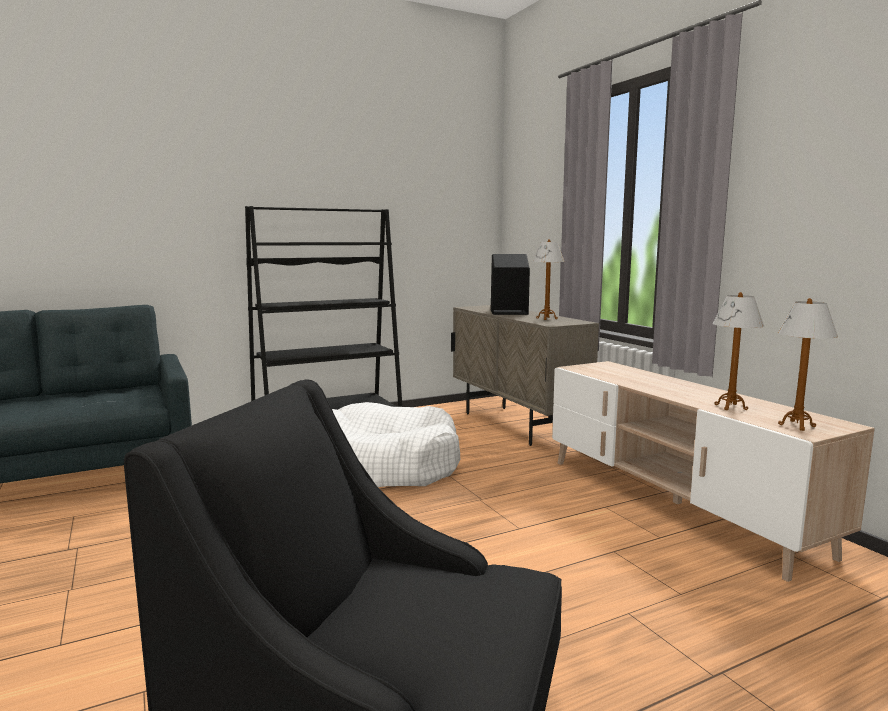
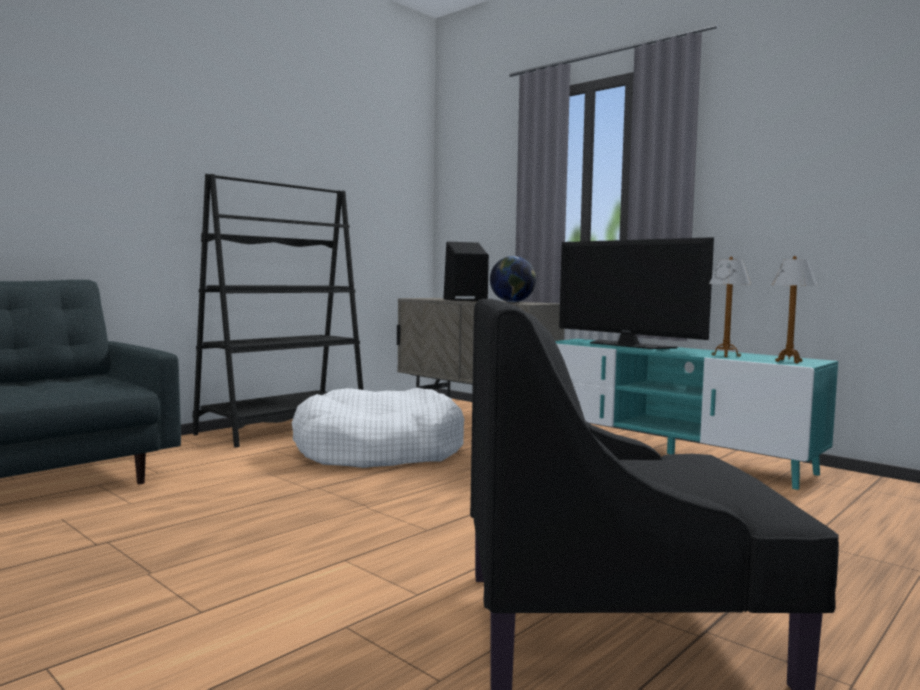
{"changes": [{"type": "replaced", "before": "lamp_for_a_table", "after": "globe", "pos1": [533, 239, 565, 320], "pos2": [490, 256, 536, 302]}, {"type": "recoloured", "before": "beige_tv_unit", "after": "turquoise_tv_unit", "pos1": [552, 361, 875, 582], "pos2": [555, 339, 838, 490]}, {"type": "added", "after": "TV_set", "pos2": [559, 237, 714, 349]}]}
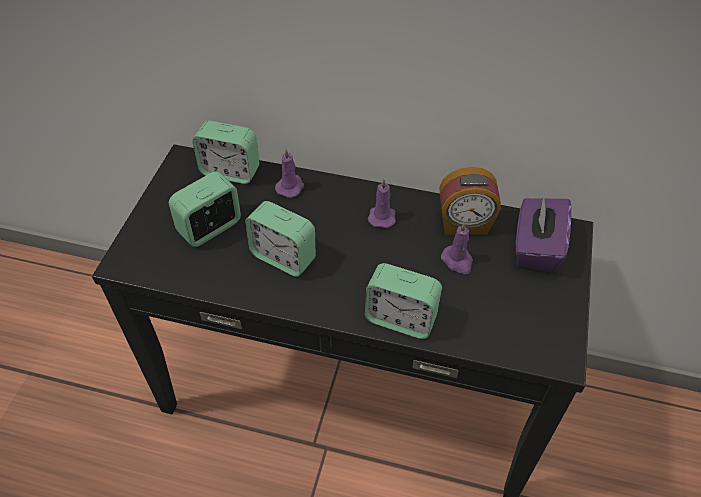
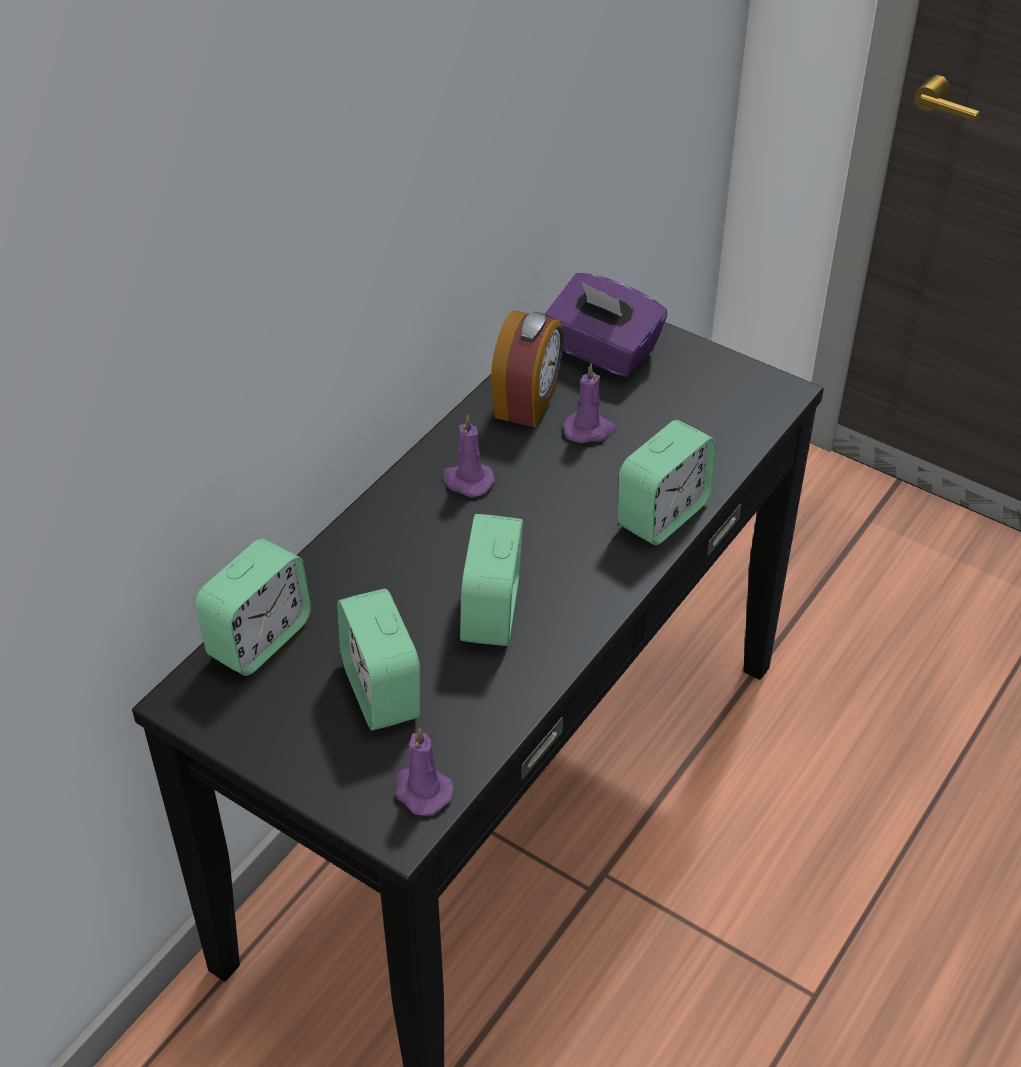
{"changes": [{"type": "moved", "before": "purplish_candle", "pos1": [275, 148, 304, 198], "pos2": [395, 727, 454, 816]}, {"type": "turned", "before": "alarm_clock", "pos1": [245, 201, 316, 277], "pos2": [460, 514, 523, 646], "turn": 135}]}
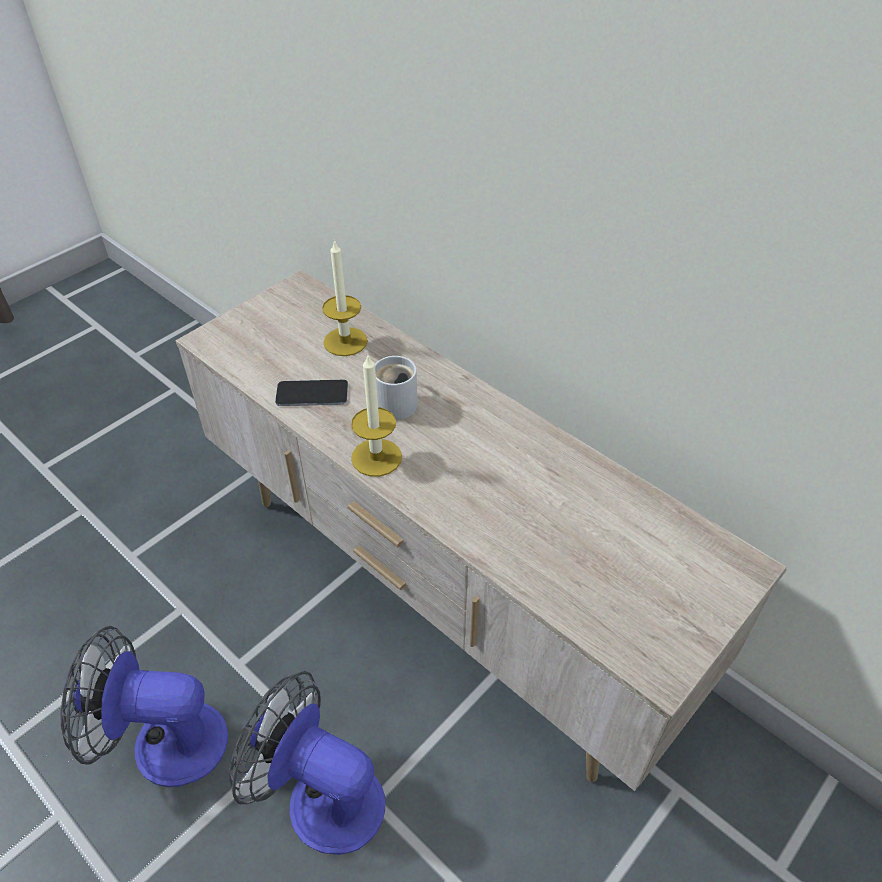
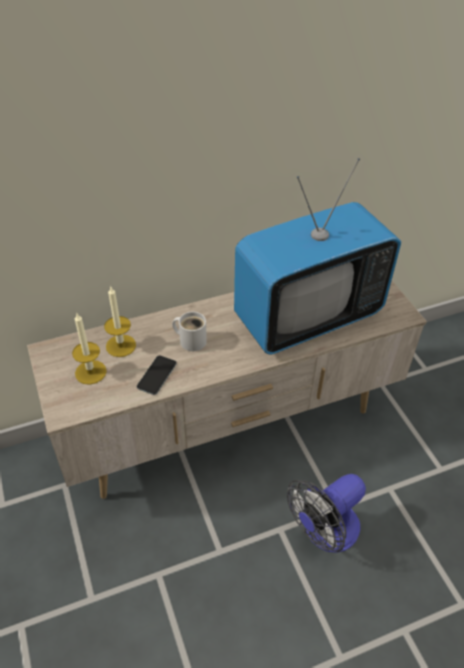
{"changes": [{"type": "moved", "before": "candle", "pos1": [351, 353, 402, 477], "pos2": [72, 312, 107, 385]}, {"type": "removed", "before": "electric_fan", "pos1": [60, 626, 228, 787]}, {"type": "added", "after": "TV_set", "pos2": [234, 158, 401, 354]}]}
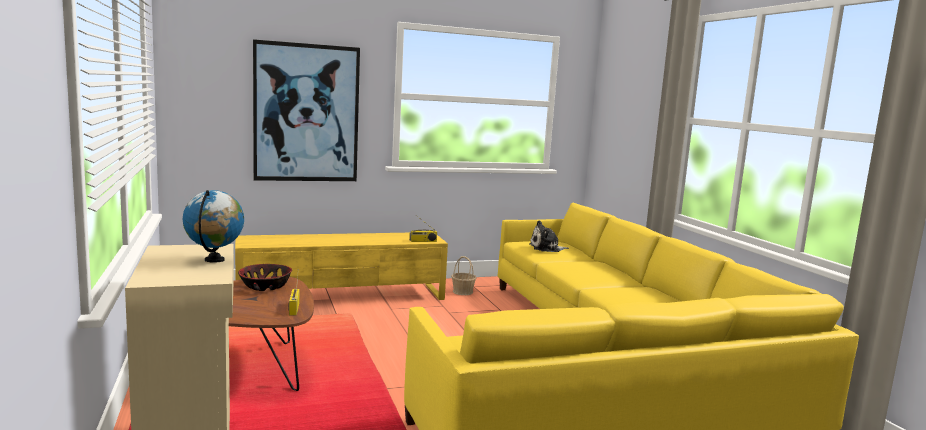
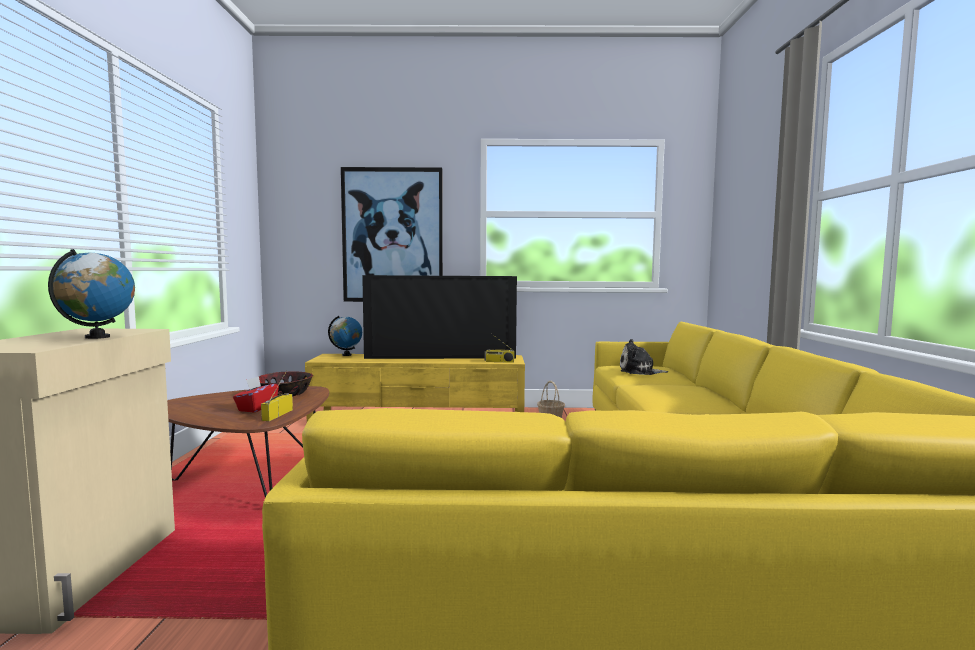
{"changes": [{"type": "added", "after": "TV_set", "pos2": [362, 275, 517, 359]}, {"type": "added", "after": "globe", "pos2": [328, 316, 362, 356]}, {"type": "added", "after": "red_tissue_box", "pos2": [233, 376, 279, 412]}]}
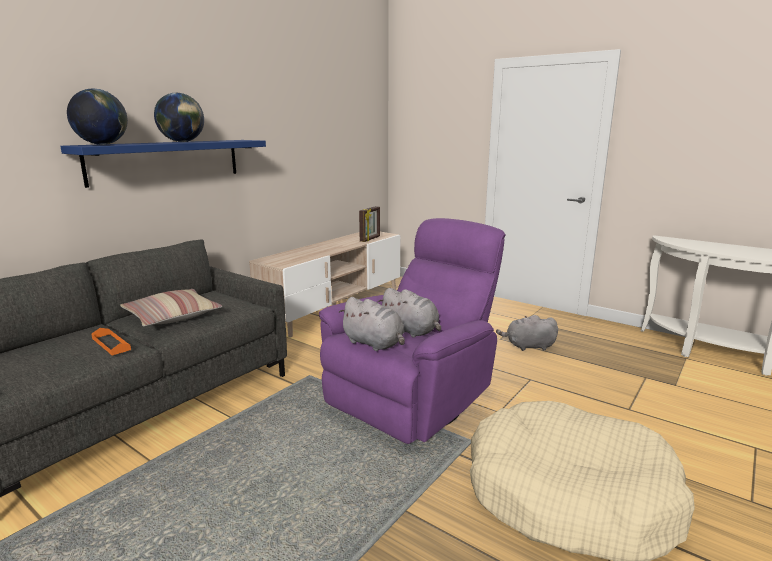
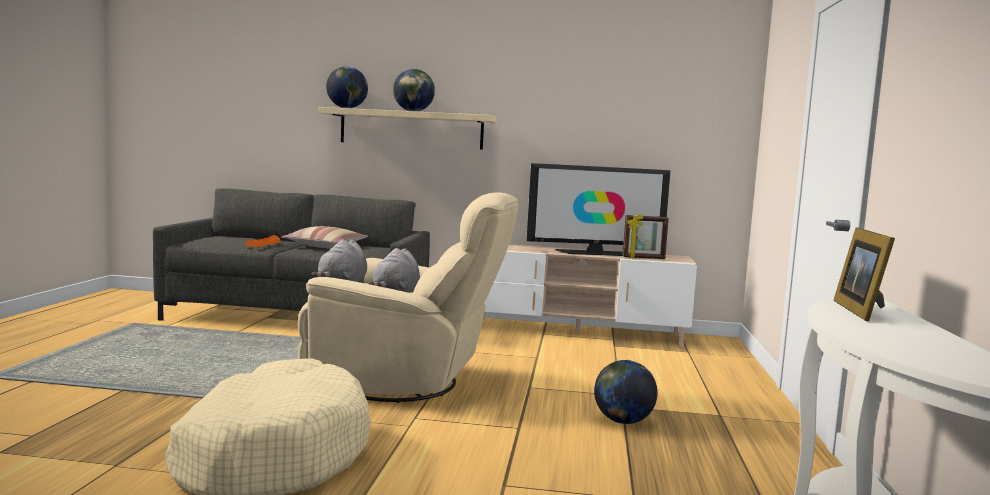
{"changes": [{"type": "recoloured", "before": "blue-coloured_bracket_shelf", "after": "beige_bracket_shelf", "pos1": [60, 140, 266, 188], "pos2": [318, 107, 497, 150]}, {"type": "recoloured", "before": "purplish_lounge_chair", "after": "beige_lounge_chair", "pos1": [319, 218, 506, 444], "pos2": [298, 192, 520, 403]}, {"type": "replaced", "before": "greyish_cuddly_toy", "after": "globe", "pos1": [496, 315, 558, 351], "pos2": [594, 360, 658, 424]}, {"type": "added", "after": "TV_set", "pos2": [526, 163, 670, 256]}, {"type": "added", "after": "picture_frame", "pos2": [833, 227, 895, 322]}]}
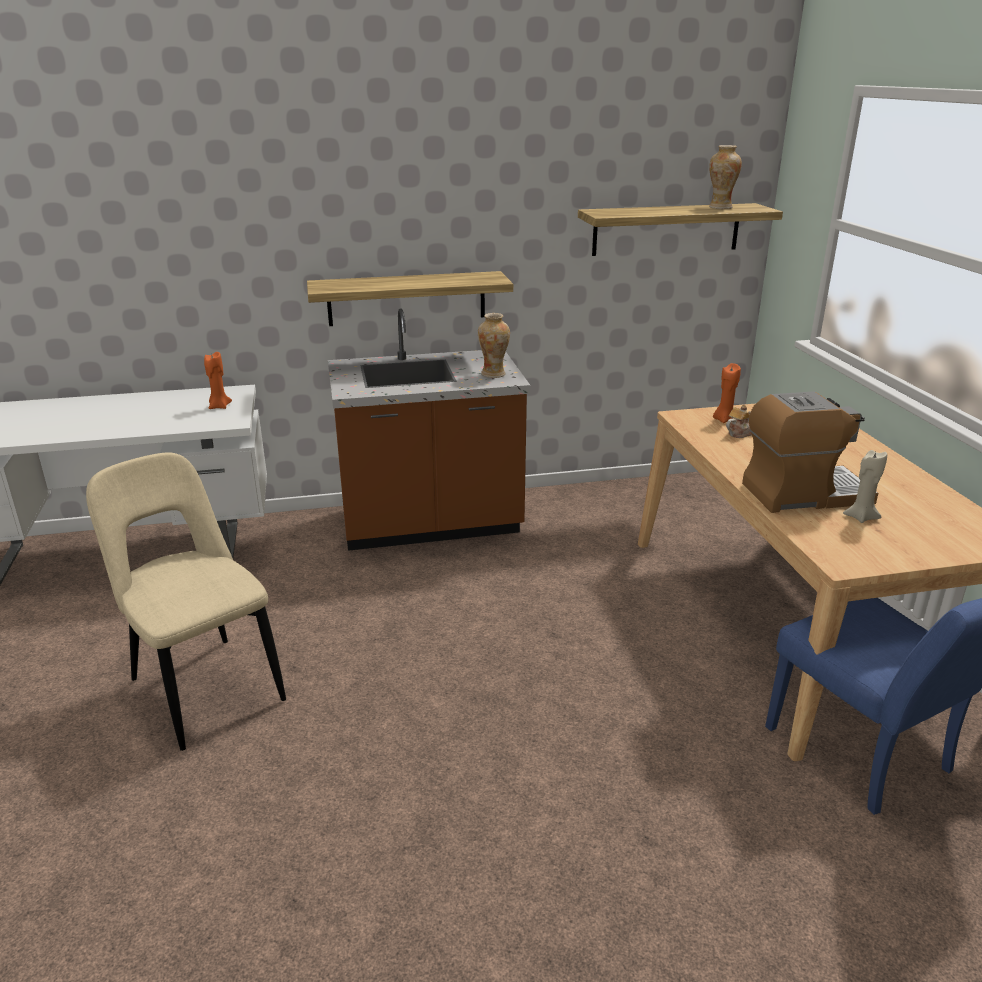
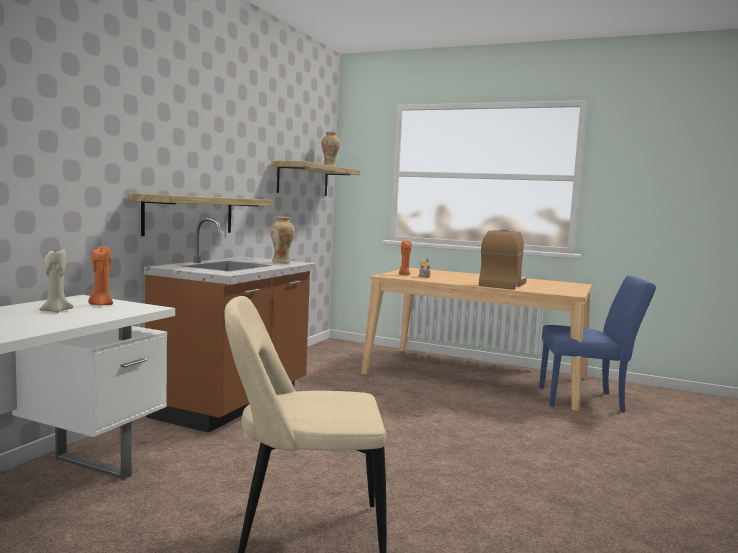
{"changes": [{"type": "moved", "before": "beige_candle", "pos1": [843, 450, 887, 523], "pos2": [39, 249, 73, 313]}]}
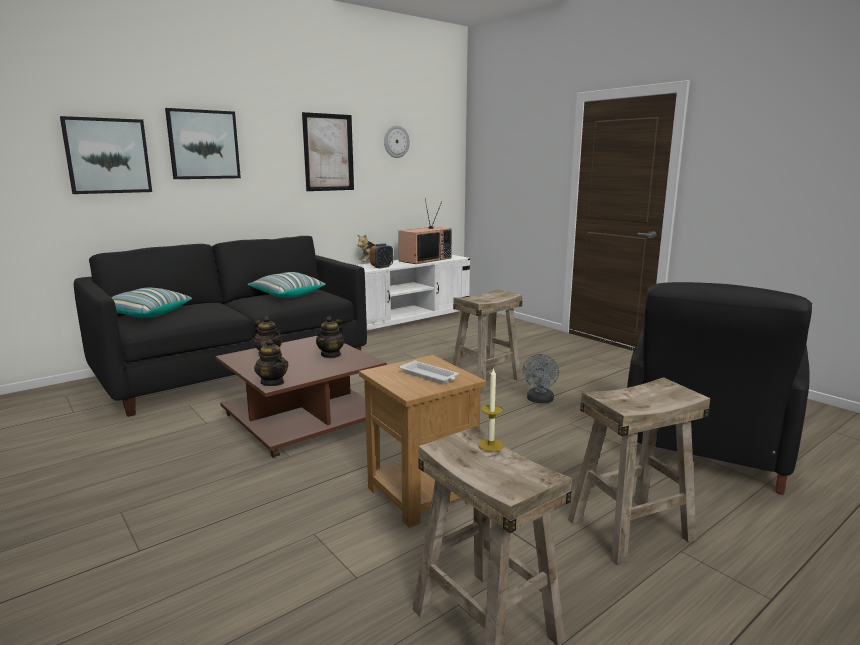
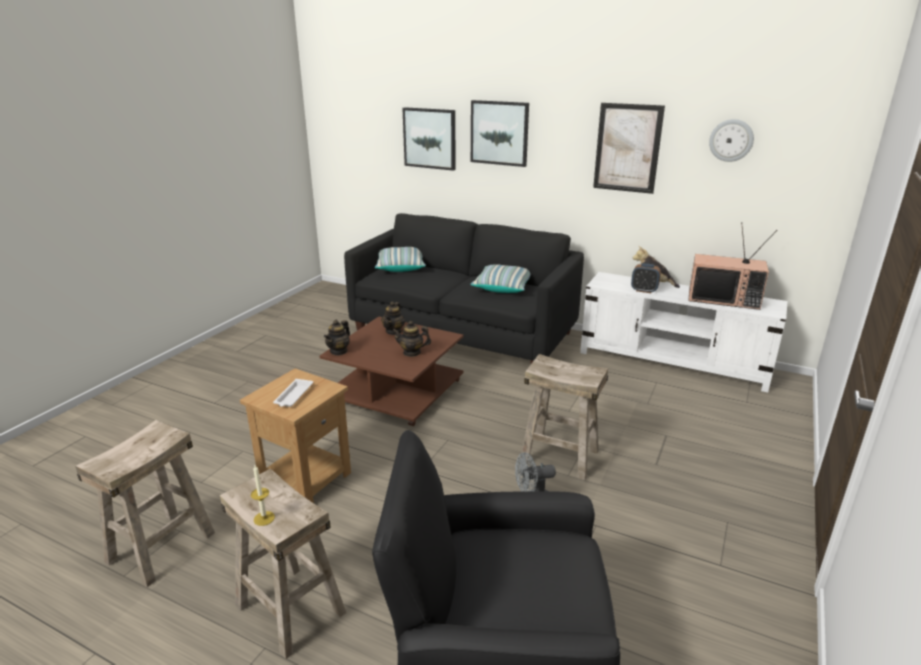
{"changes": [{"type": "moved", "before": "candle", "pos1": [478, 367, 504, 452], "pos2": [251, 465, 275, 526]}]}
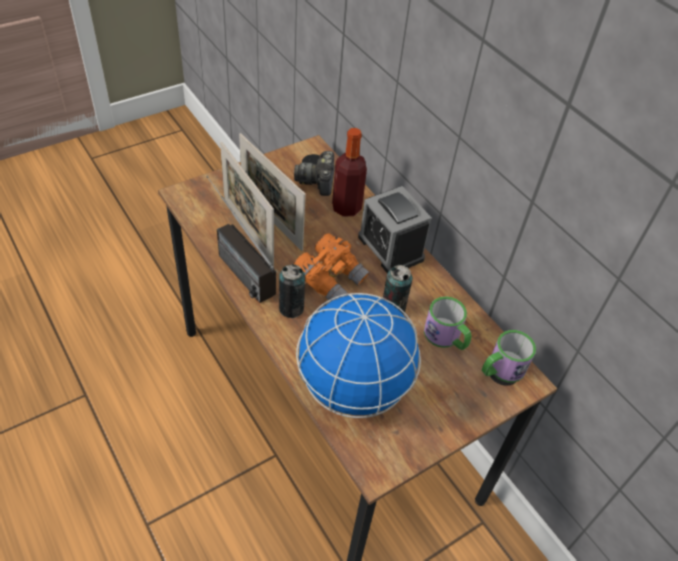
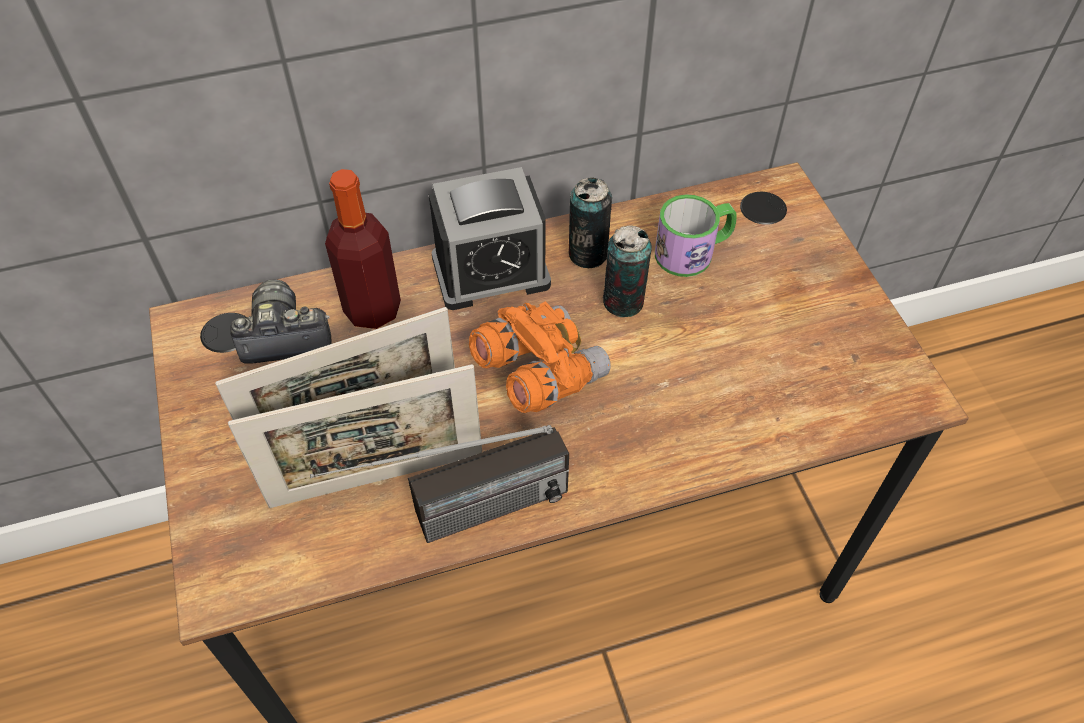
{"changes": [{"type": "turned", "before": "photo_camera", "pos1": [294, 151, 335, 196], "pos2": [230, 279, 332, 364], "turn": 150}, {"type": "moved", "before": "metal_can", "pos1": [279, 264, 305, 318], "pos2": [569, 177, 612, 268]}, {"type": "removed", "before": "globe", "pos1": [296, 293, 421, 418]}, {"type": "removed", "before": "mug", "pos1": [482, 330, 536, 383]}]}
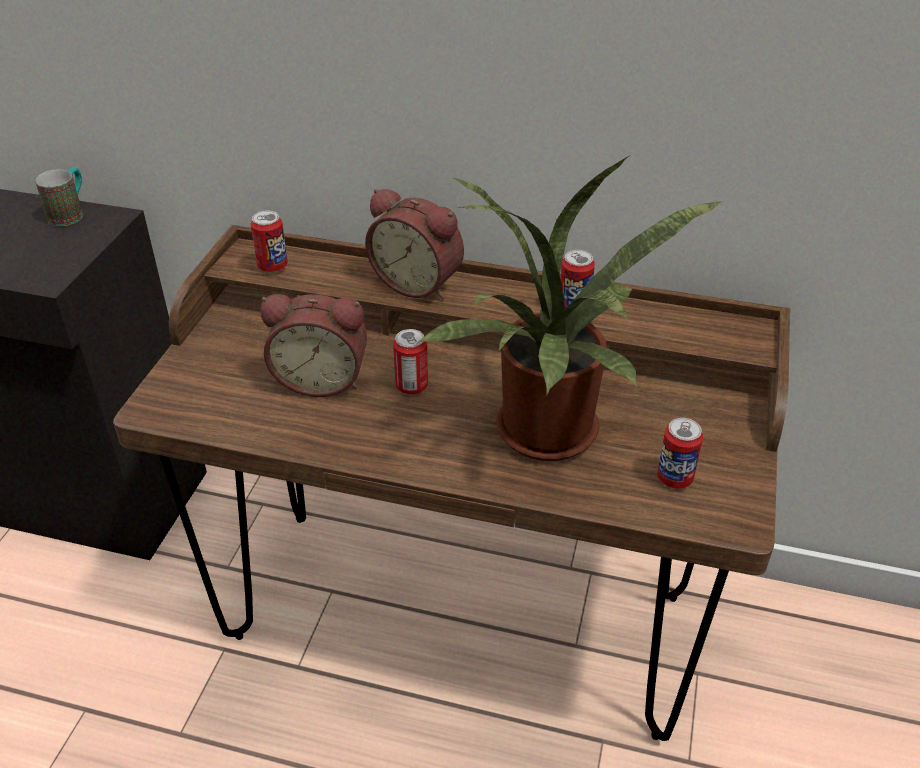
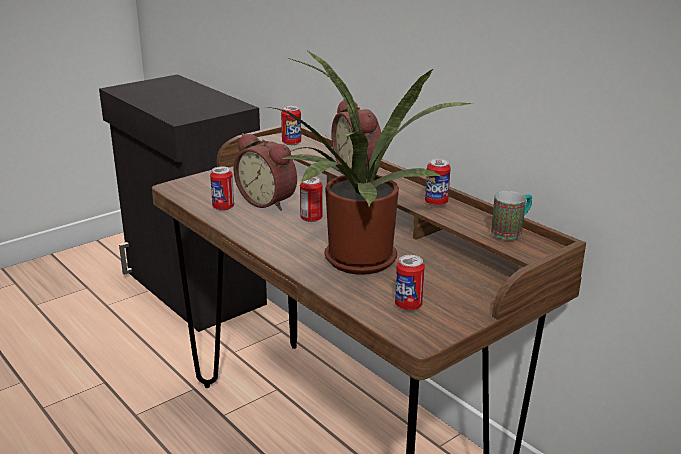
{"changes": [{"type": "moved", "before": "mug", "pos1": [35, 167, 83, 226], "pos2": [491, 191, 532, 240]}, {"type": "added", "after": "metal_can", "pos2": [210, 166, 234, 211]}]}
